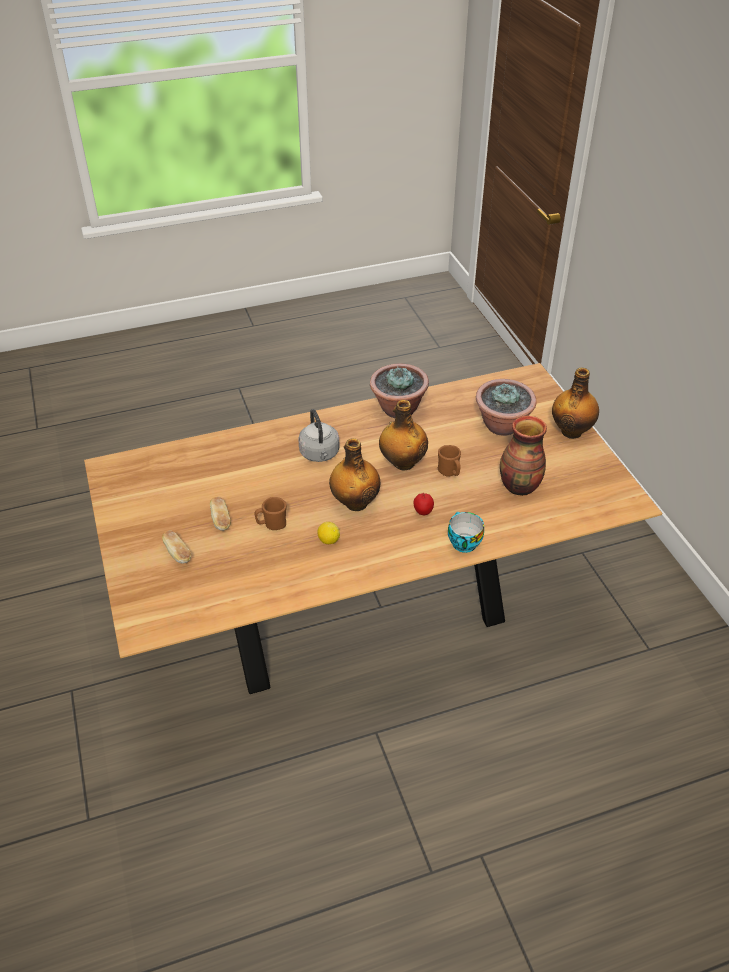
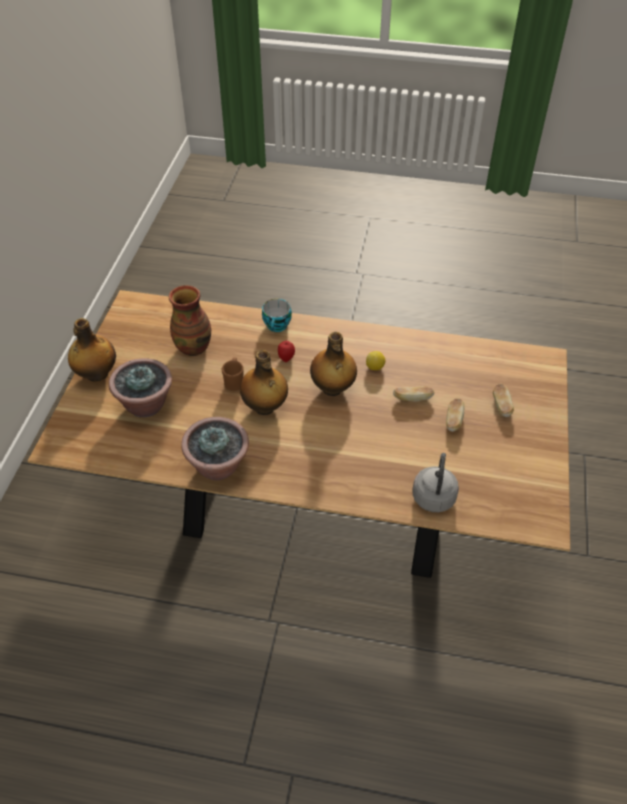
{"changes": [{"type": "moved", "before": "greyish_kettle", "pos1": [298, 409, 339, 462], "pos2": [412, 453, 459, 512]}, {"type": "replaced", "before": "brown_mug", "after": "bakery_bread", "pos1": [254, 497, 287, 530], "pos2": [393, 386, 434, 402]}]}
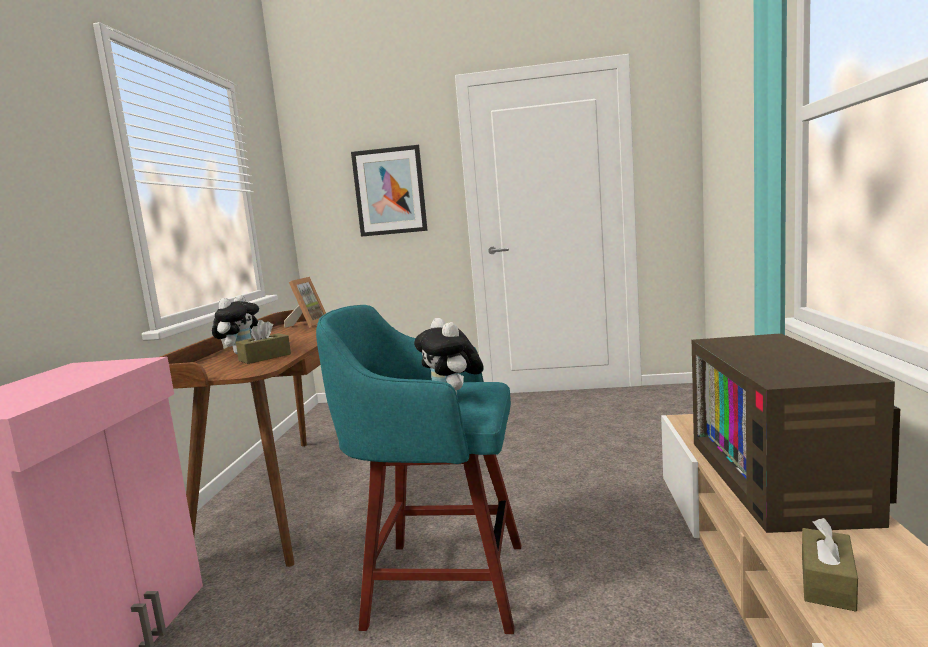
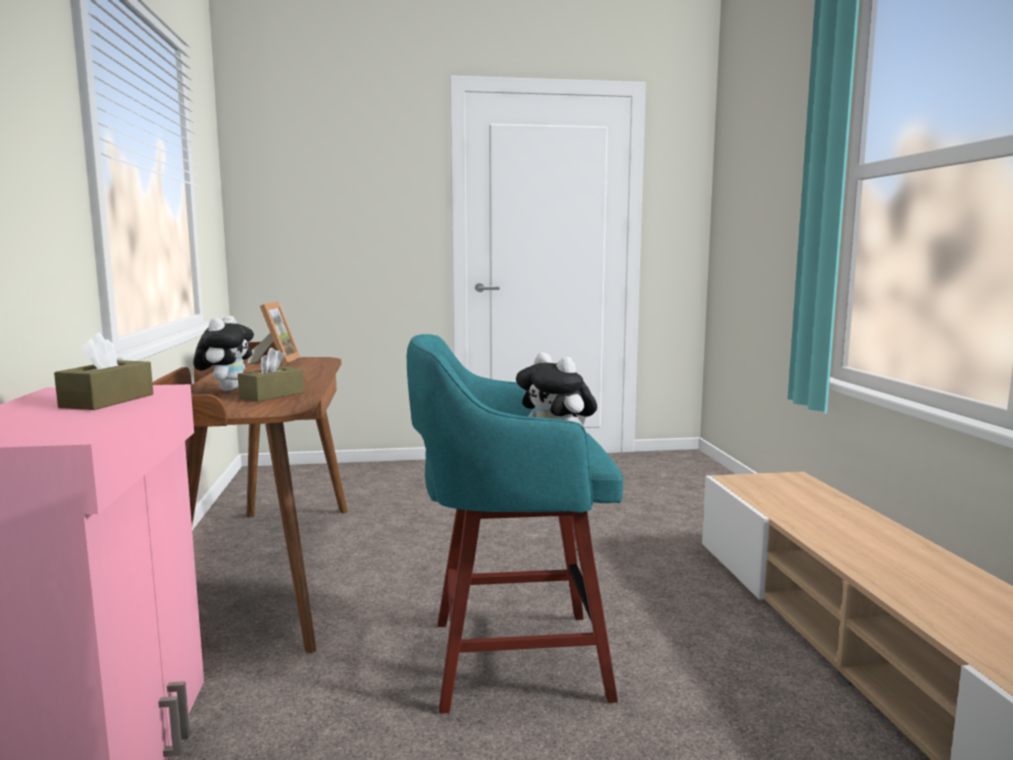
{"changes": [{"type": "removed", "before": "wall_picture", "pos1": [351, 145, 428, 237]}, {"type": "removed", "before": "TV_set", "pos1": [692, 333, 900, 533]}, {"type": "moved", "before": "brown_tissue_box", "pos1": [802, 518, 858, 612], "pos2": [54, 333, 153, 410]}]}
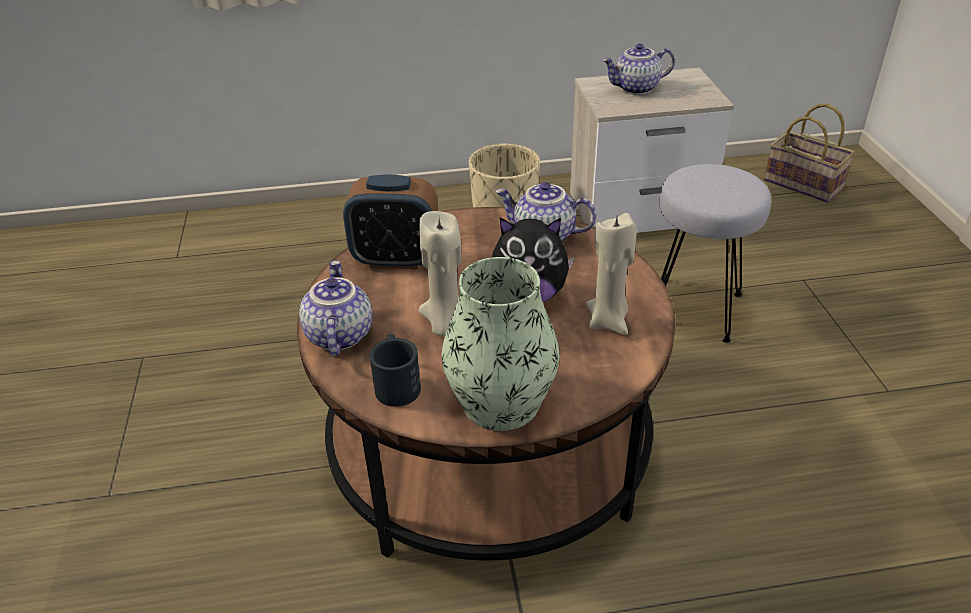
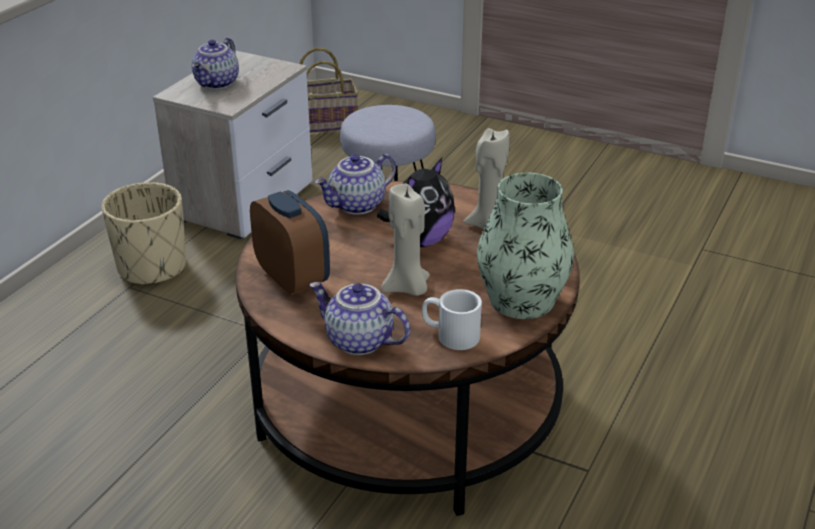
{"changes": [{"type": "turned", "before": "alarm_clock", "pos1": [343, 175, 438, 269], "pos2": [250, 190, 330, 295], "turn": -75}, {"type": "recoloured", "before": "blackish_mug", "after": "white_mug", "pos1": [369, 334, 421, 407], "pos2": [422, 289, 482, 350]}]}
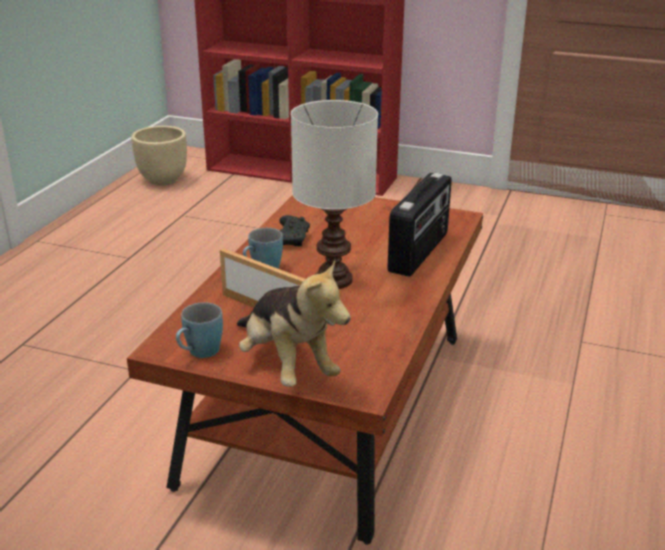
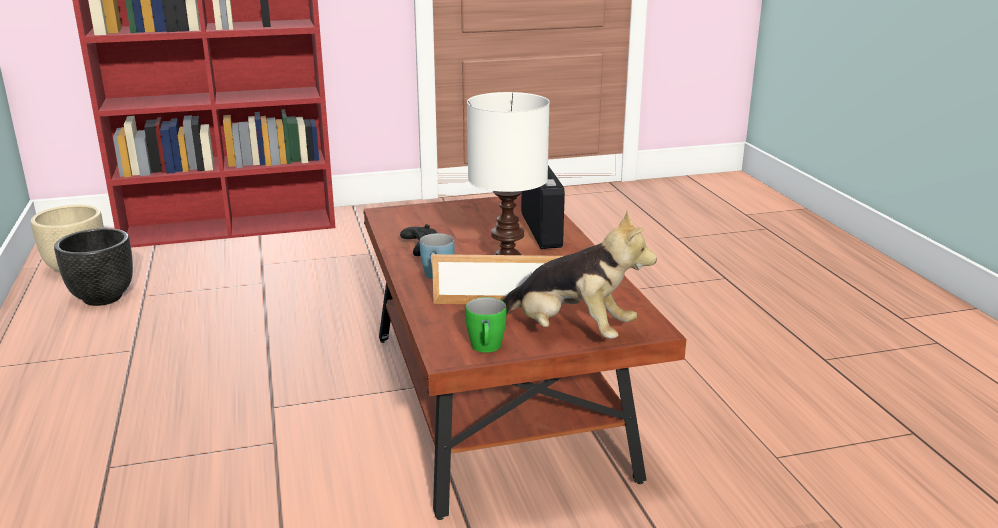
{"changes": [{"type": "recoloured", "before": "blue-coloured_mug", "after": "greenish_mug", "pos1": [176, 302, 223, 358], "pos2": [465, 297, 507, 353]}, {"type": "added", "after": "blackish_plant_pot", "pos2": [54, 228, 133, 306]}]}
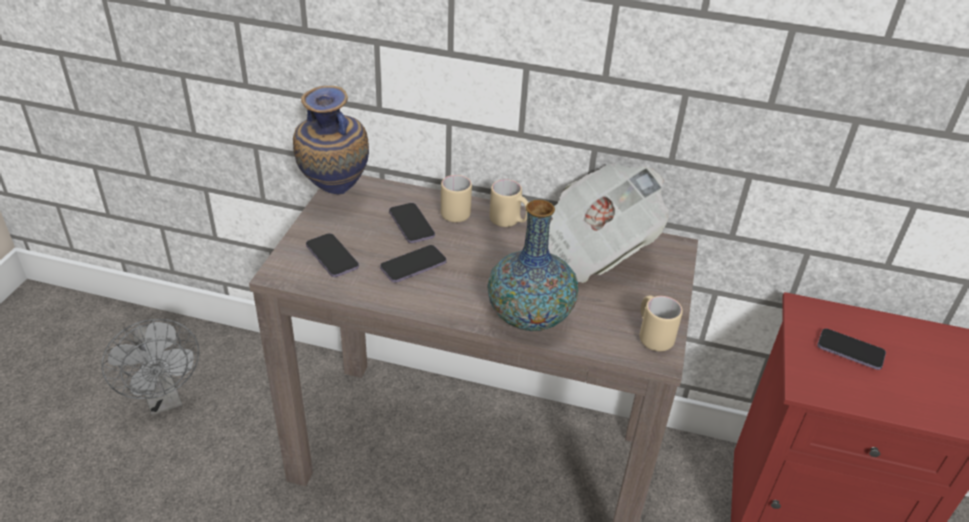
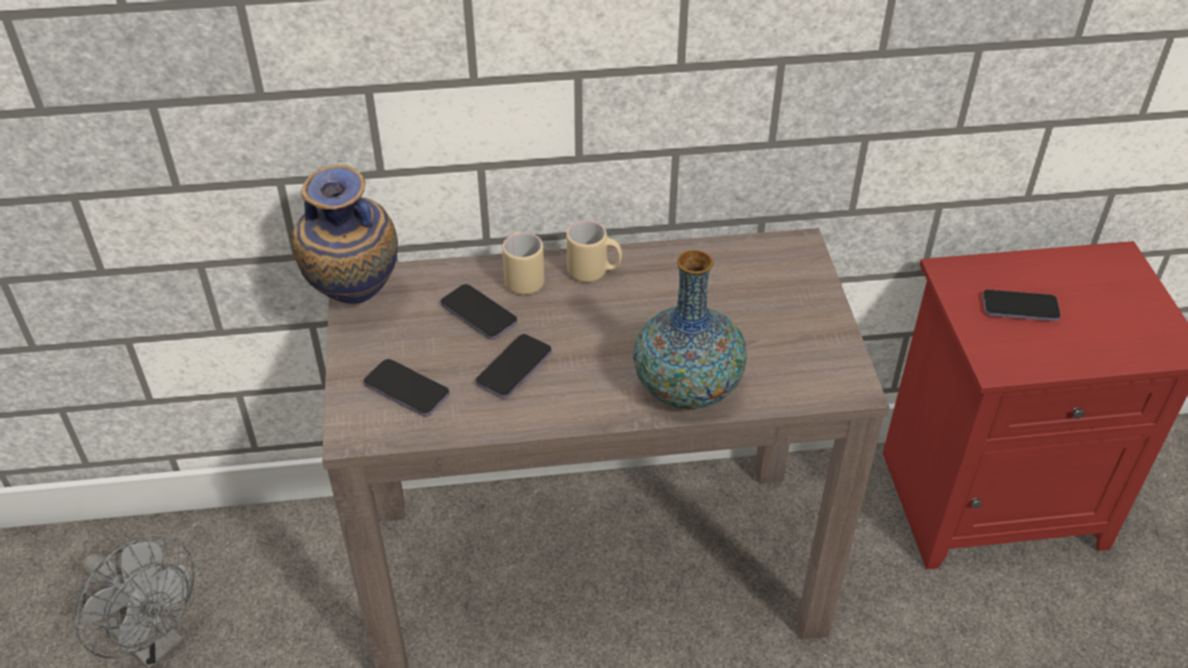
{"changes": [{"type": "removed", "before": "printed_paper", "pos1": [548, 163, 669, 283]}, {"type": "removed", "before": "beige_mug", "pos1": [640, 295, 683, 351]}]}
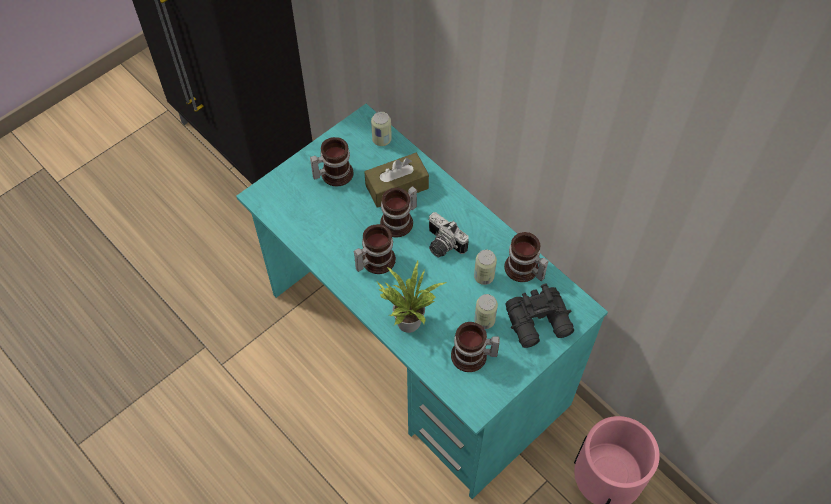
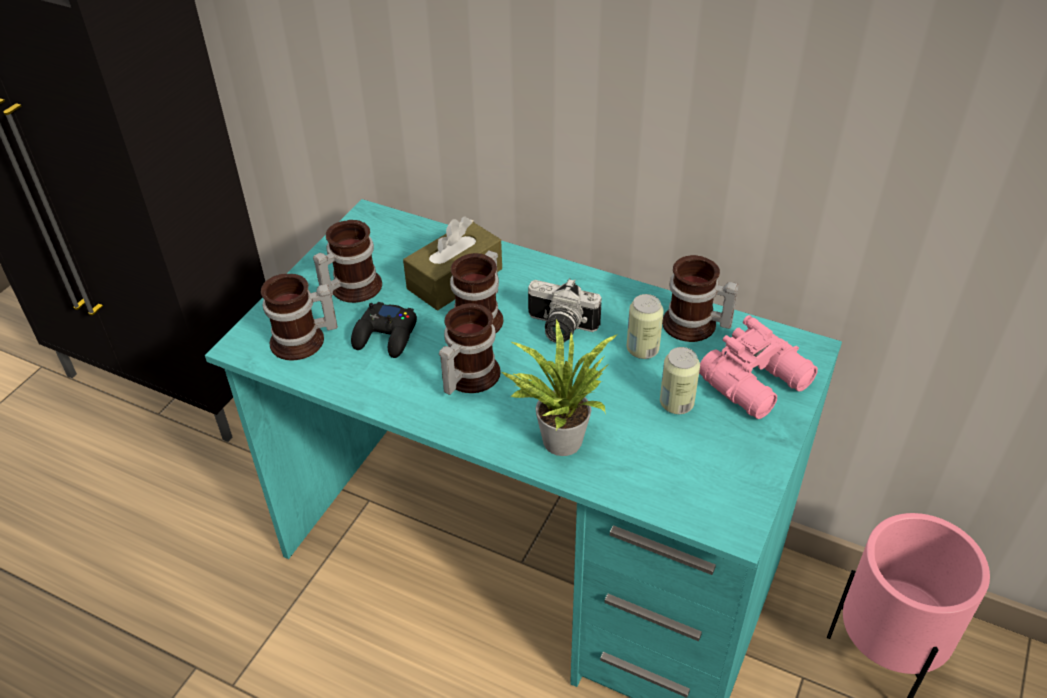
{"changes": [{"type": "removed", "before": "metal_can", "pos1": [371, 112, 392, 146]}, {"type": "recoloured", "before": "blackish_field_glasses", "after": "pink-coloured_field_glasses", "pos1": [505, 284, 574, 348], "pos2": [699, 315, 818, 419]}, {"type": "moved", "before": "mug", "pos1": [451, 322, 500, 372], "pos2": [261, 274, 338, 360]}, {"type": "added", "after": "blackish_gamepad", "pos2": [351, 302, 417, 358]}]}
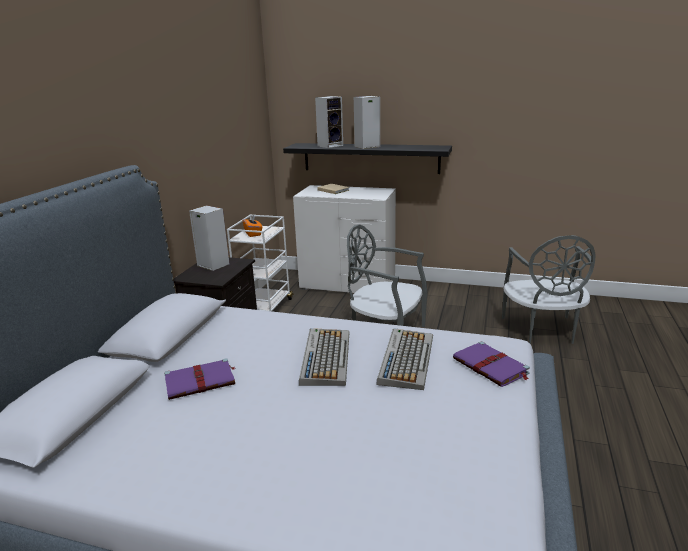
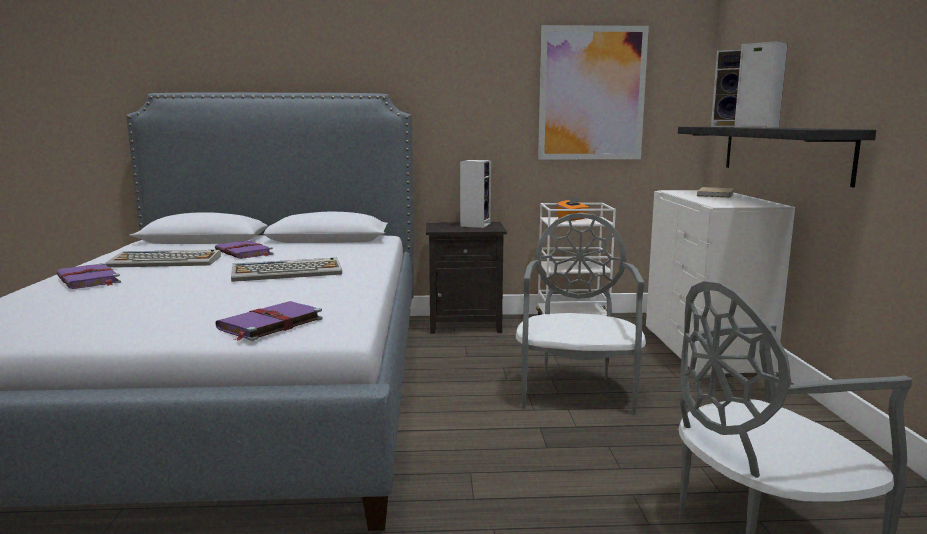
{"changes": [{"type": "moved", "before": "computer_keyboard", "pos1": [376, 328, 433, 390], "pos2": [105, 250, 221, 268]}, {"type": "added", "after": "wall_picture", "pos2": [538, 25, 649, 159]}, {"type": "added", "after": "purplish_book", "pos2": [56, 263, 121, 289]}]}
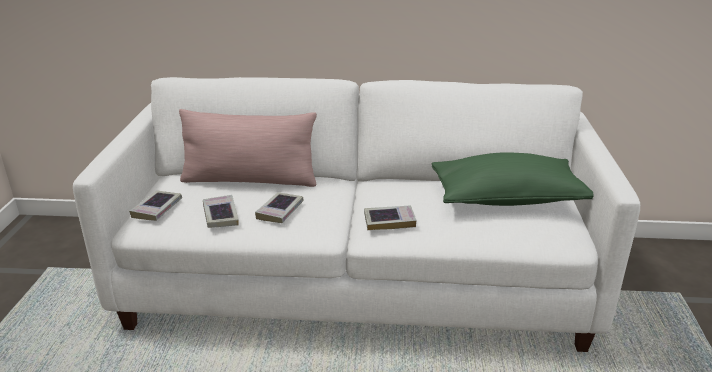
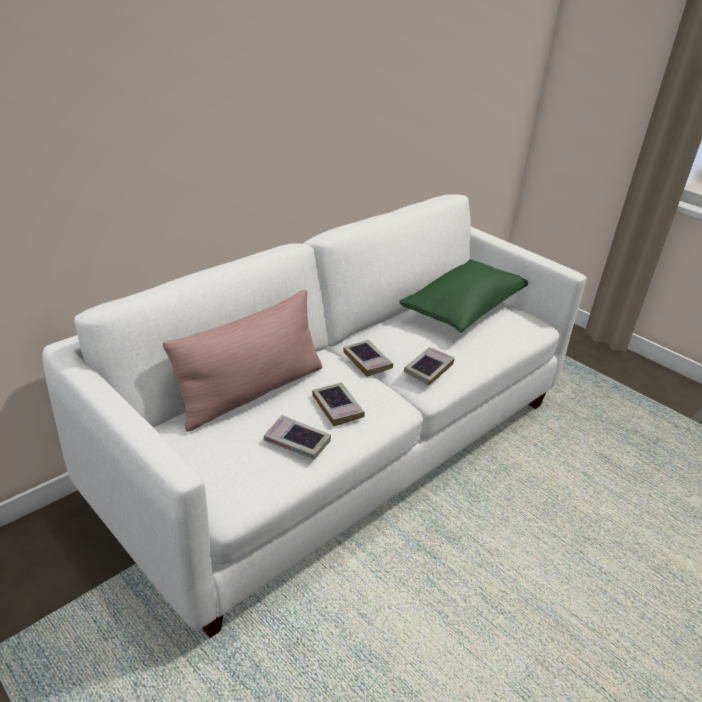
{"changes": [{"type": "moved", "before": "book", "pos1": [129, 191, 182, 221], "pos2": [343, 340, 393, 377]}]}
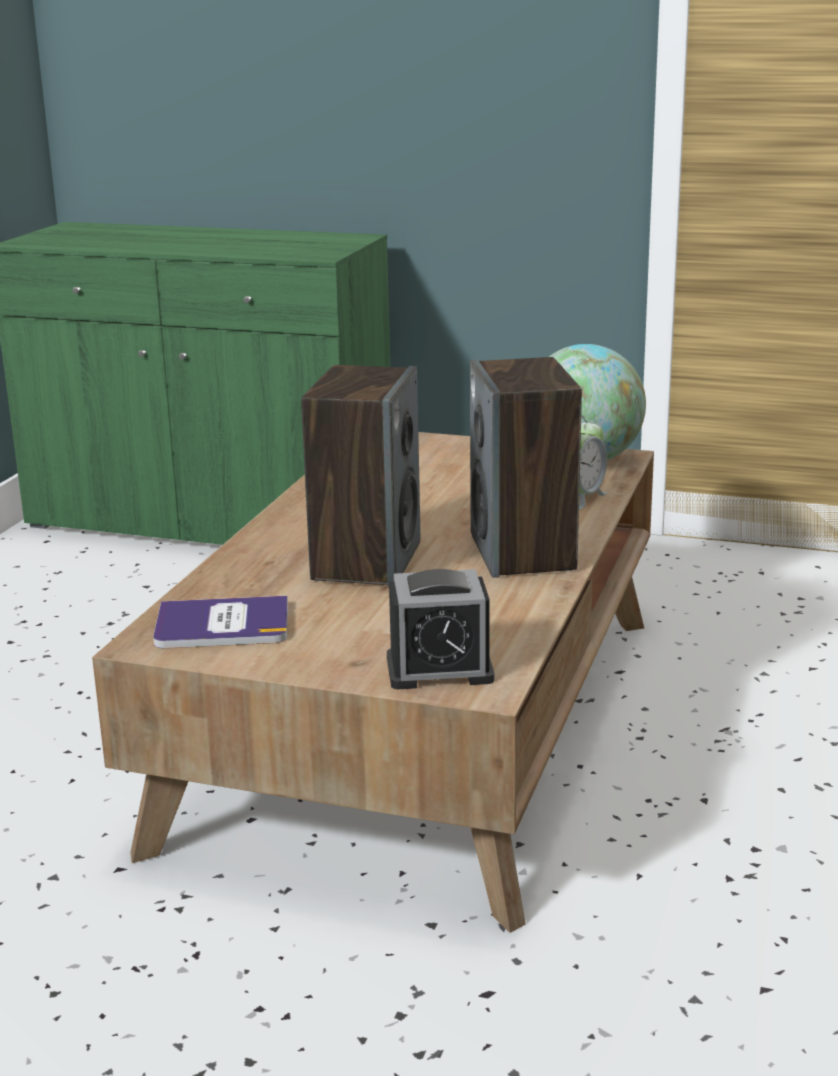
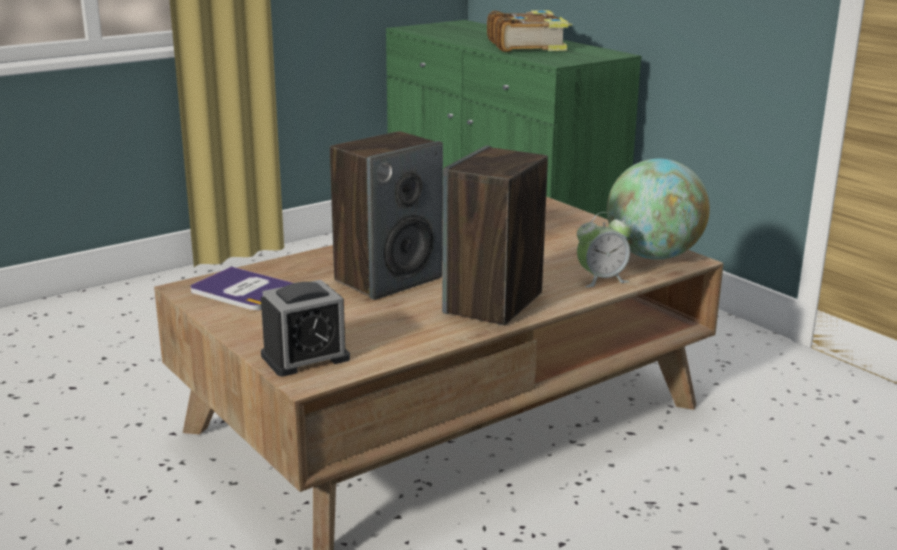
{"changes": [{"type": "turned", "before": "alarm_clock", "pos1": [387, 569, 494, 689], "pos2": [261, 280, 350, 376], "turn": -60}, {"type": "added", "after": "book", "pos2": [487, 10, 572, 52]}]}
